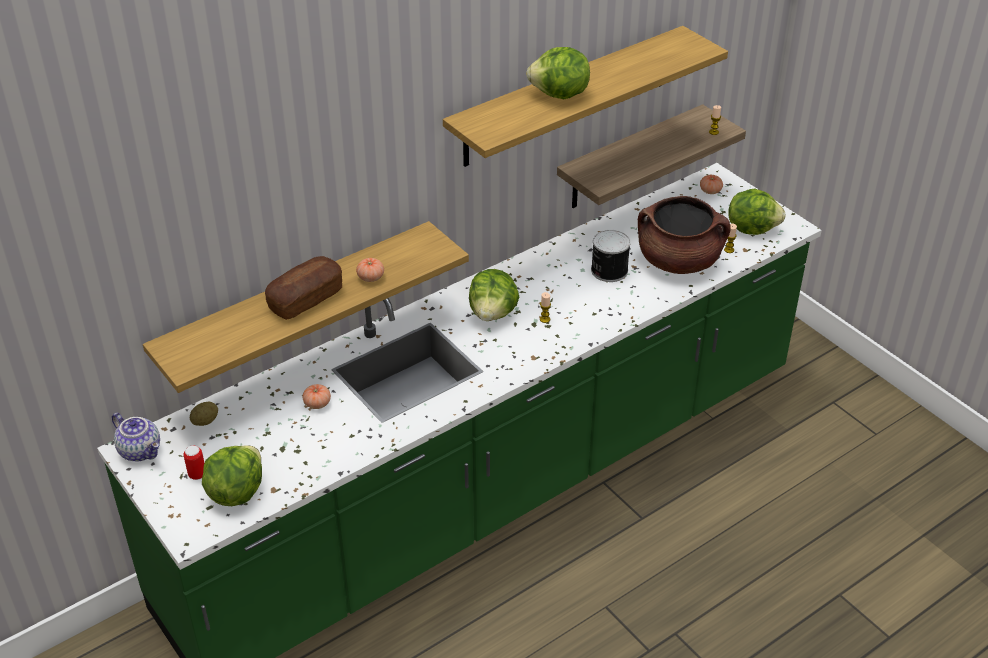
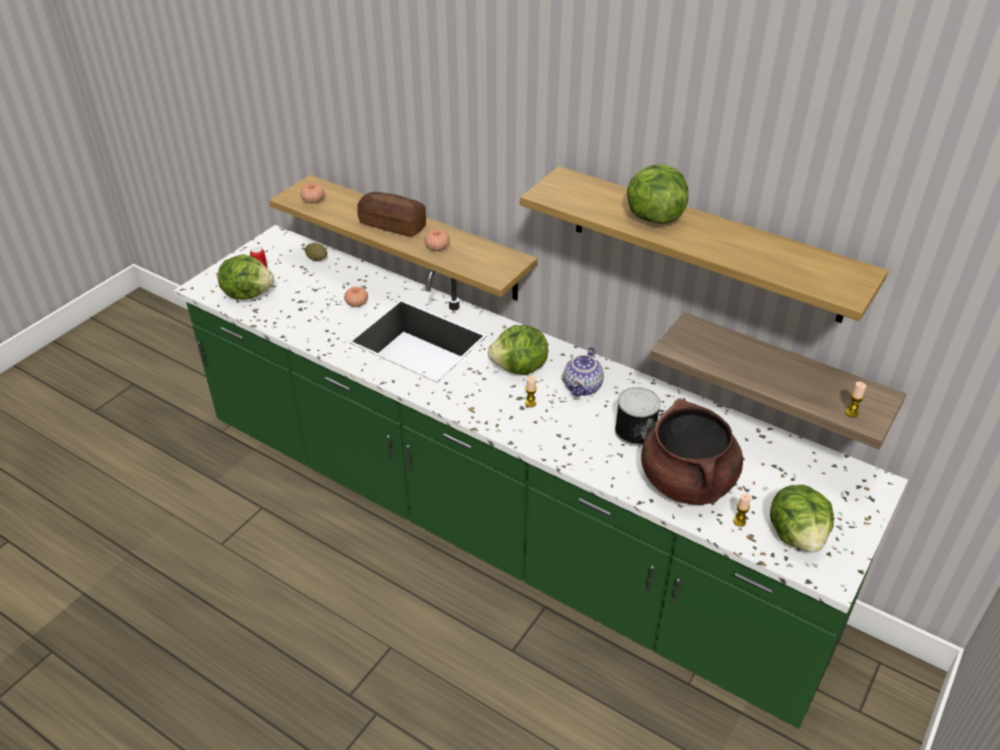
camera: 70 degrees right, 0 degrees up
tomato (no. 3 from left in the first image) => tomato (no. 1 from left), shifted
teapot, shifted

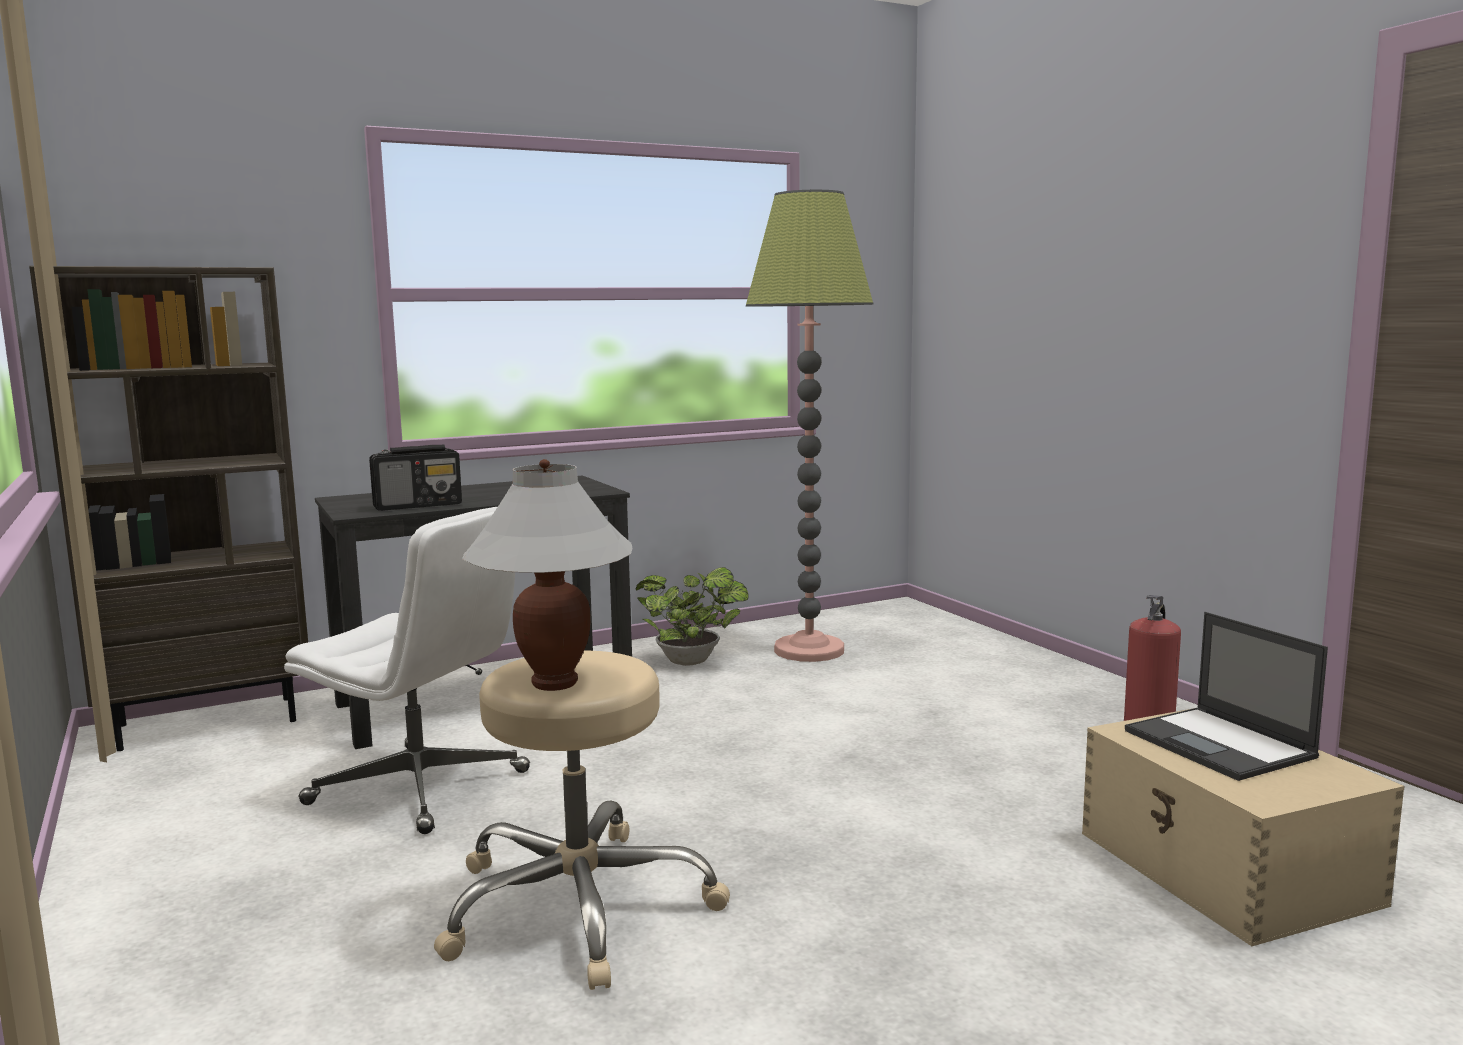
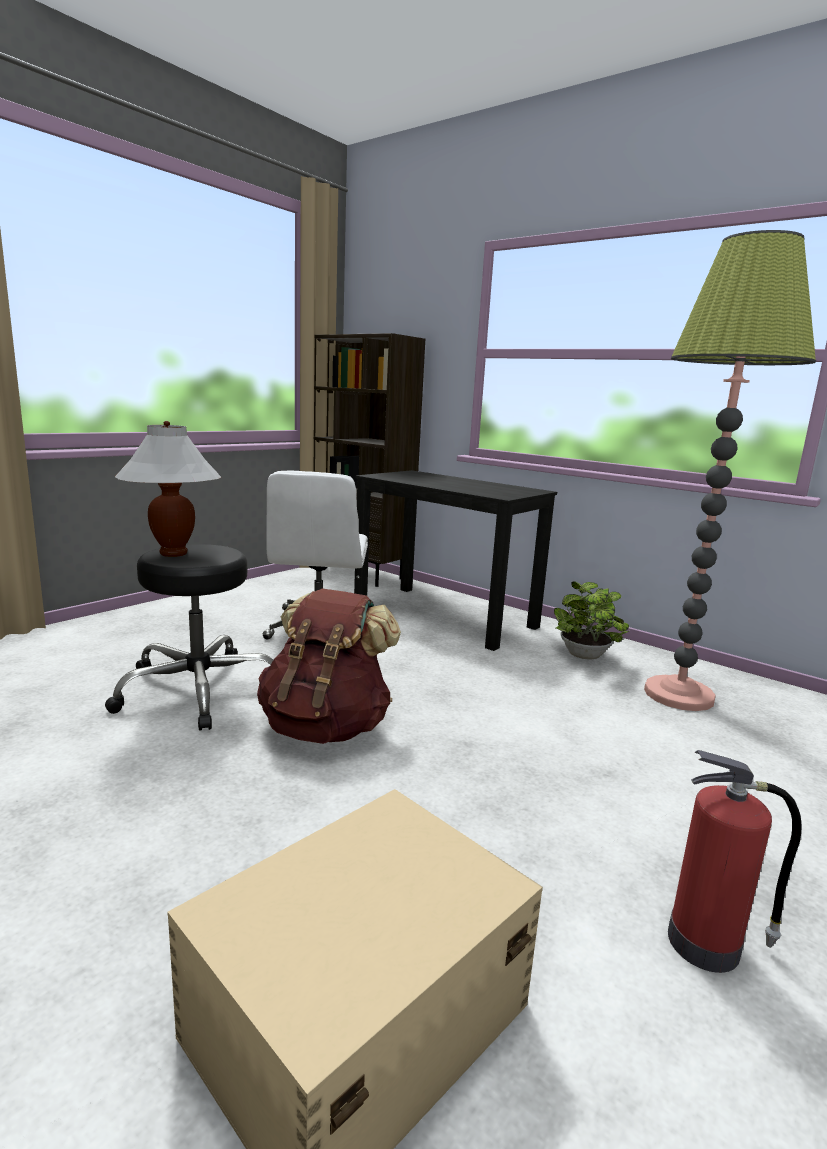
camera: 65 degrees right, 5 degrees up
beige stool => black stool
nothing => brown backpack
radio => nothing
laptop => nothing

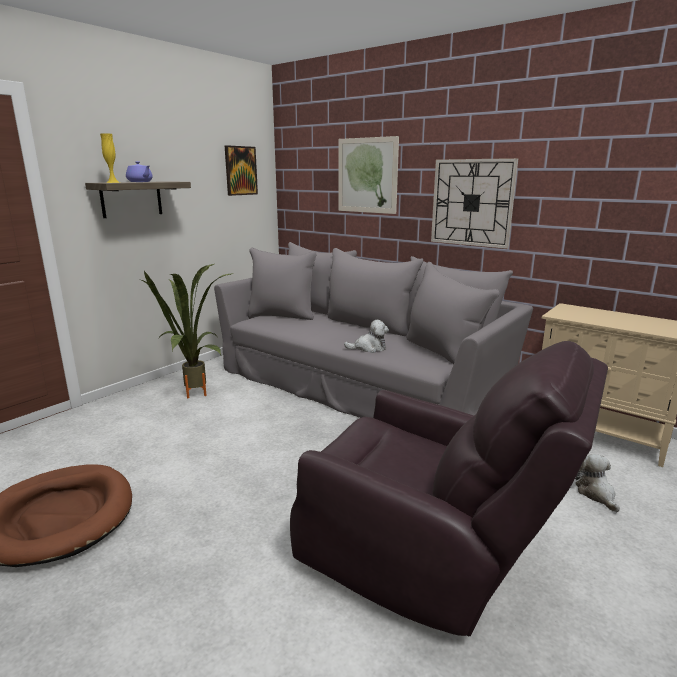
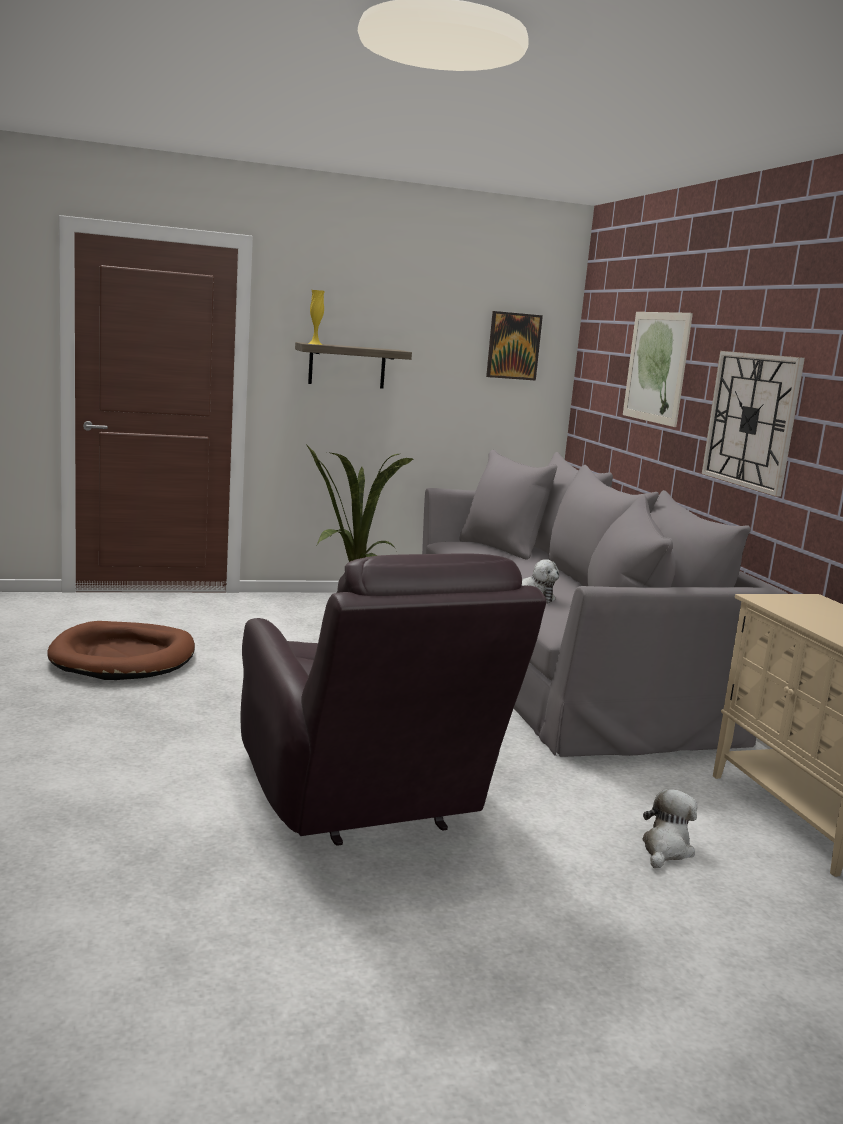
camera: 35 degrees right, 5 degrees down
purple teapot => nothing

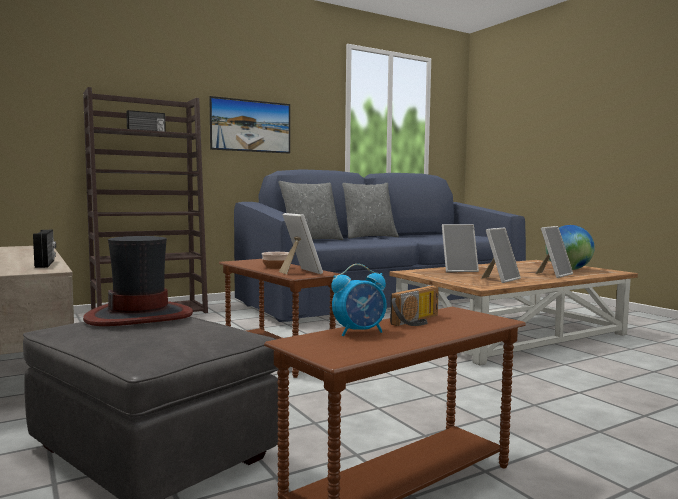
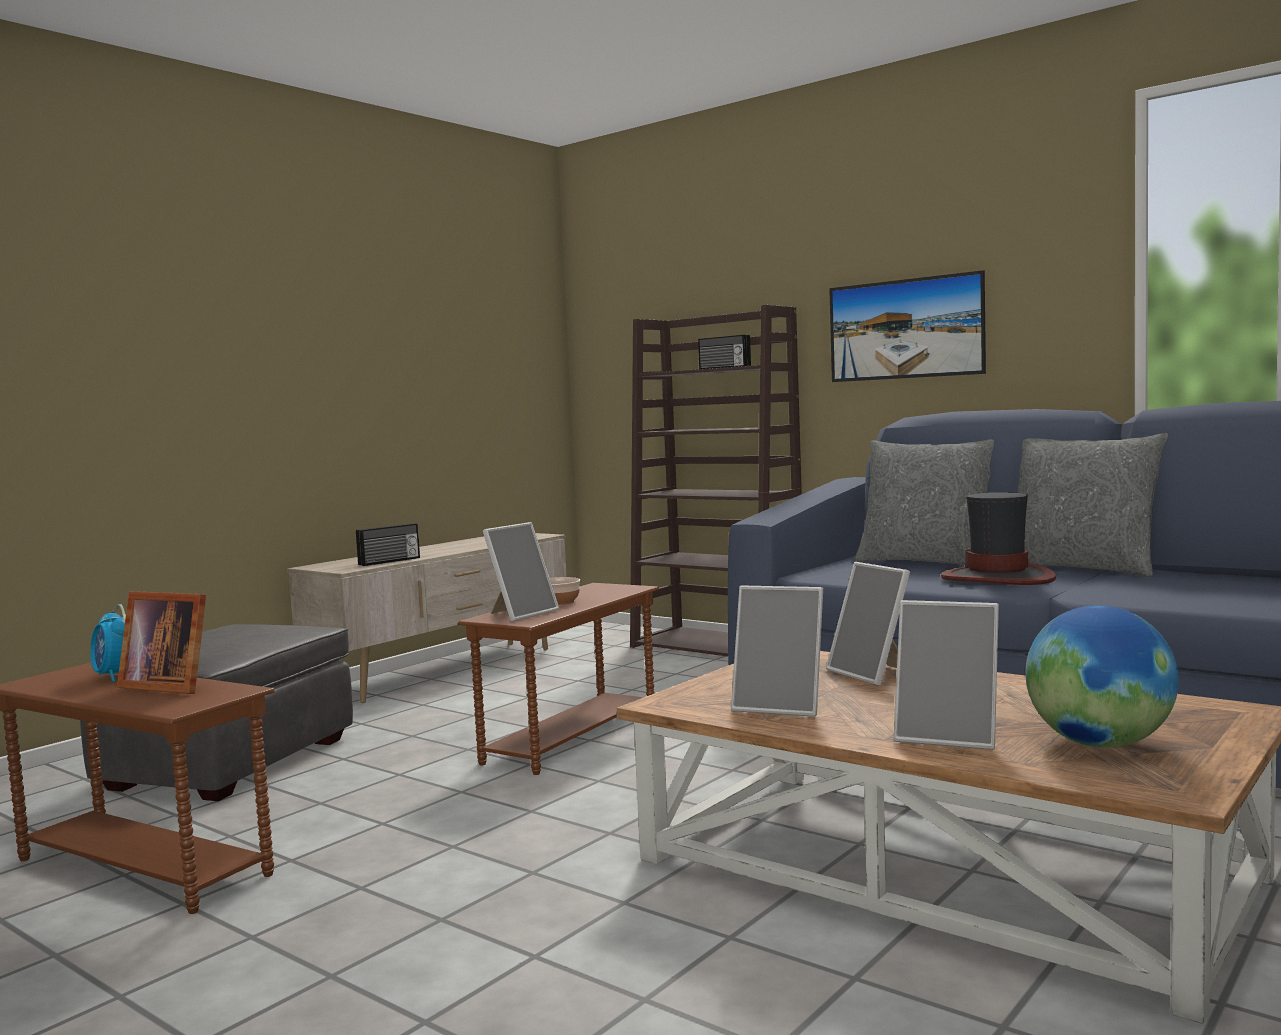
camera: 70 degrees right, 0 degrees up
radio (no. 3 from left) => picture frame (no. 1 from left)
hat, shifted

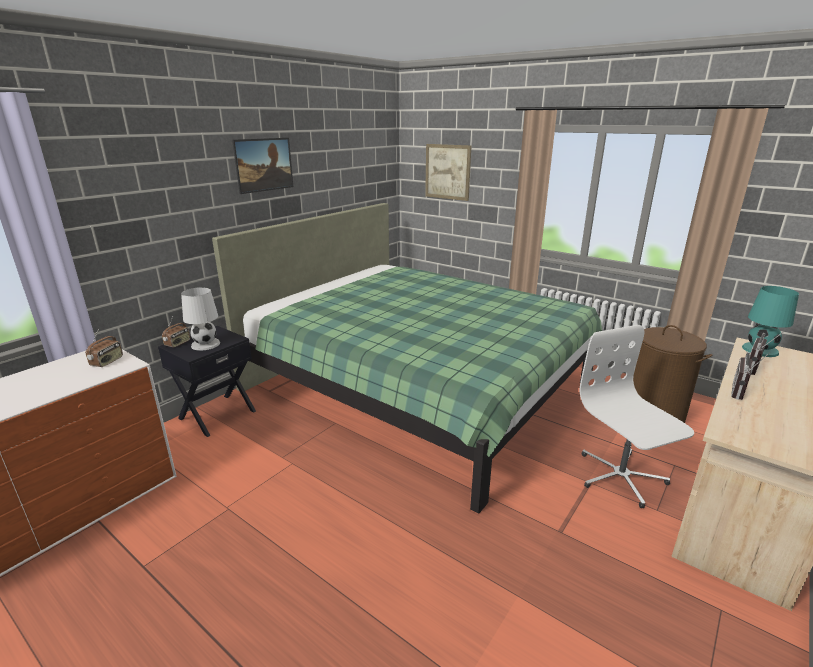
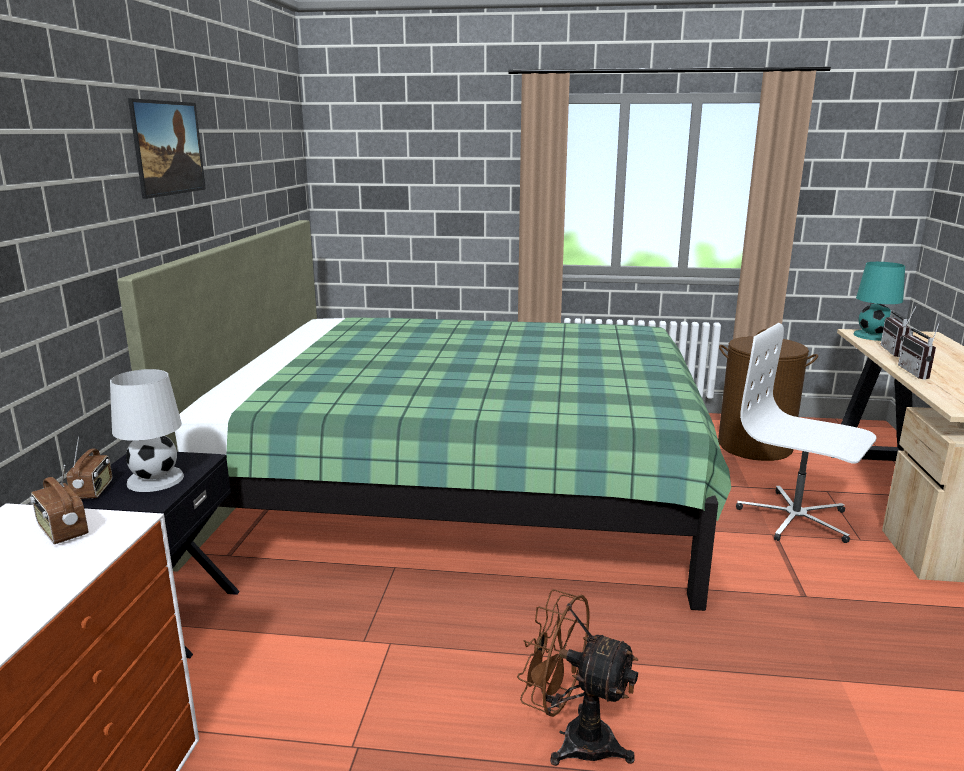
camera: 30 degrees left, 5 degrees down
radio (no. 1 from left), 150 degrees clockwise
nothing => brown fan
picture (no. 2 from left) => nothing

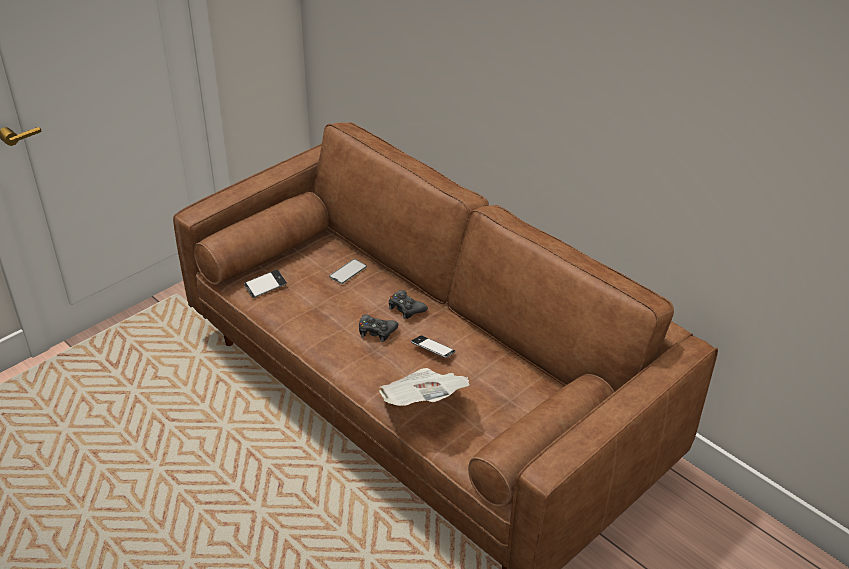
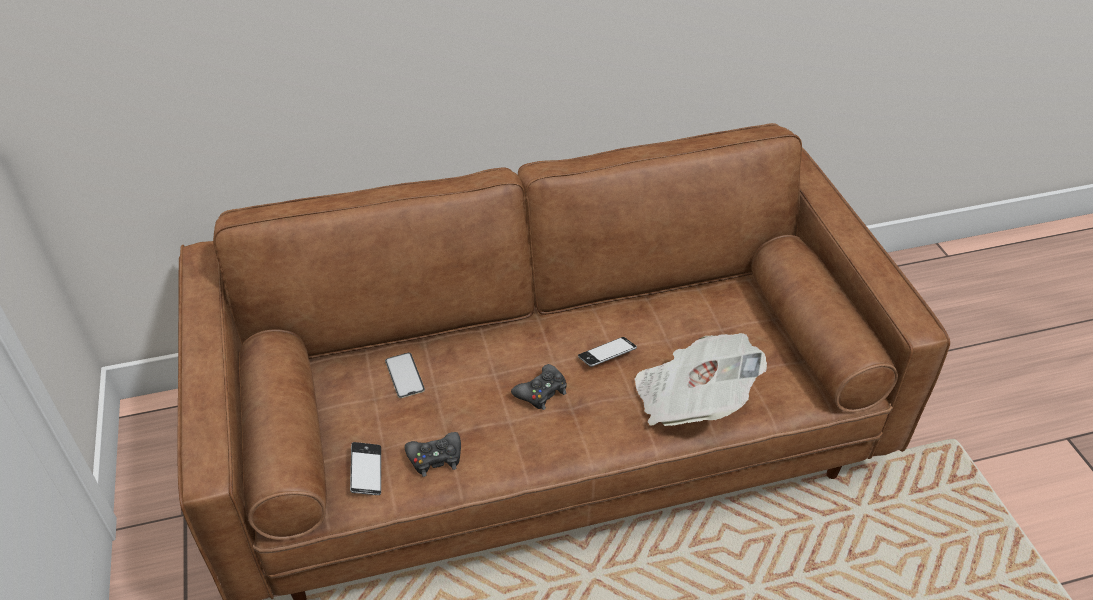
camera: 60 degrees left, 5 degrees up
black game controller (no. 2 from left in the first image) => black game controller (no. 1 from left), shifted

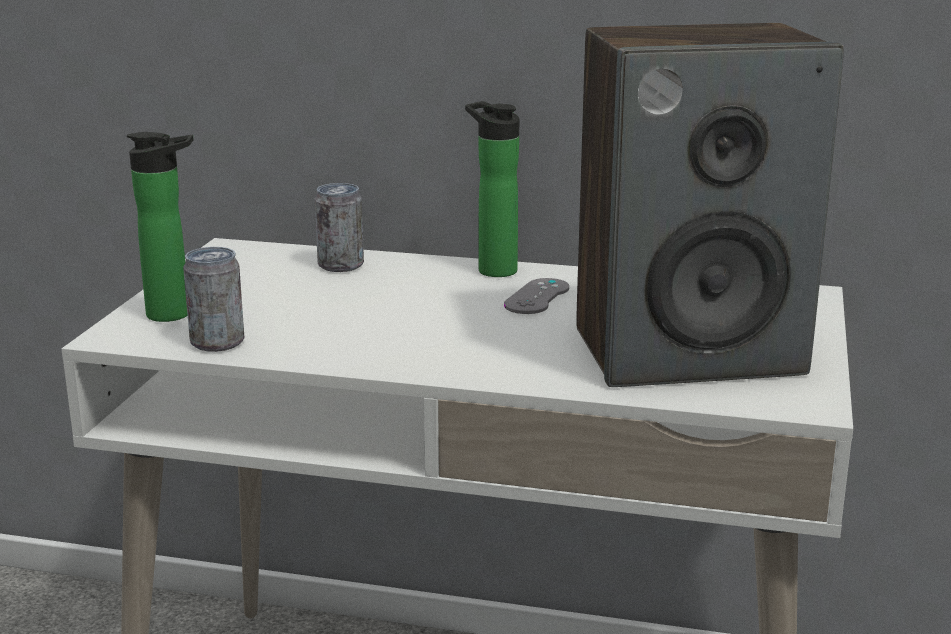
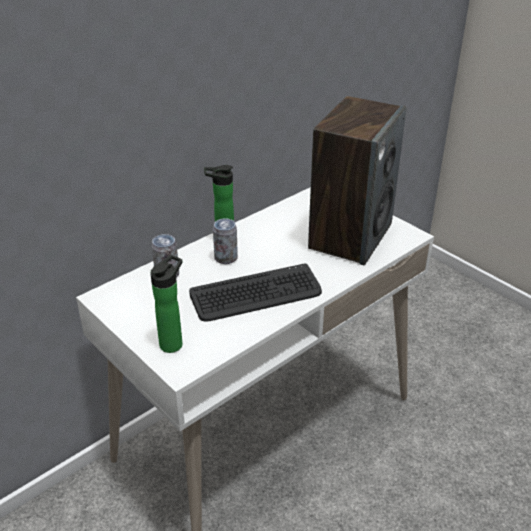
camera: 55 degrees left, 15 degrees up
nothing => keyboard
can (no. 1 from left in the first image) => can (no. 2 from left), shifted
grey game controller => nothing

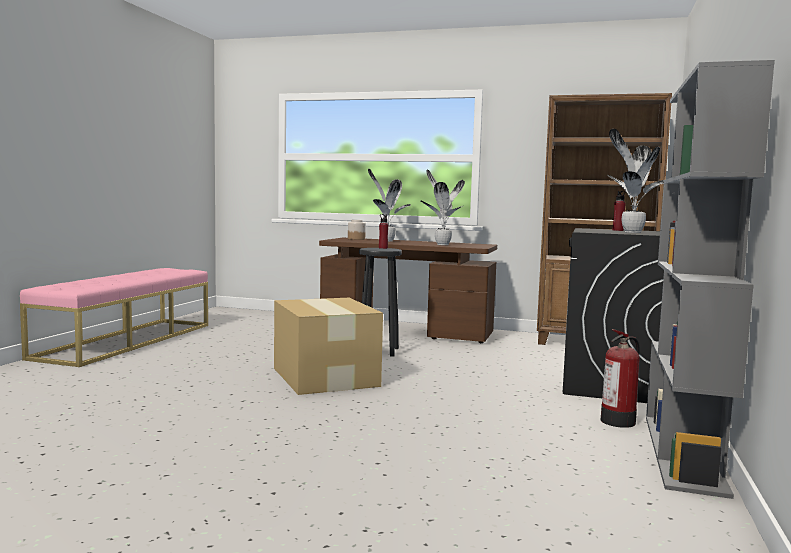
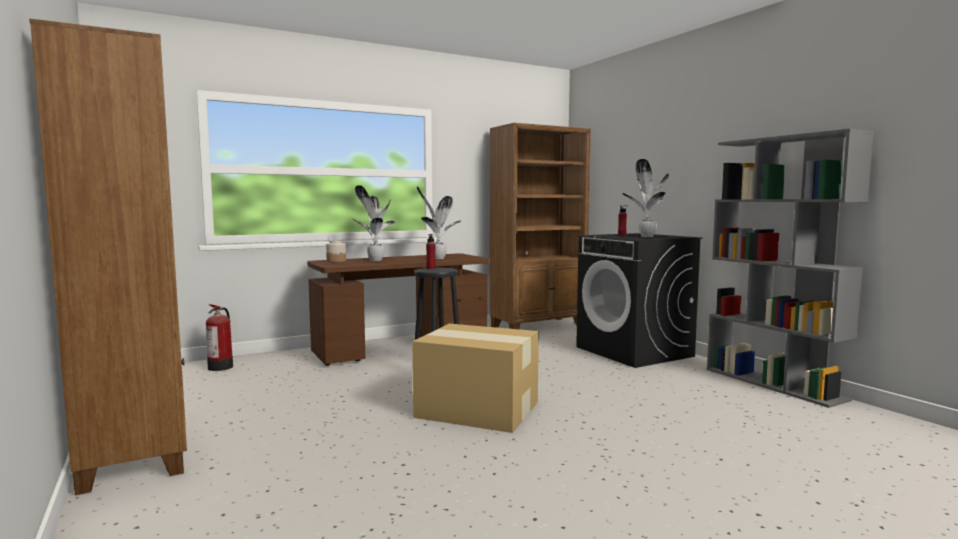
camera: 45 degrees left, 0 degrees up
pink bench => brown bookcase (no. 1 from left)
fire extinguisher, shifted

